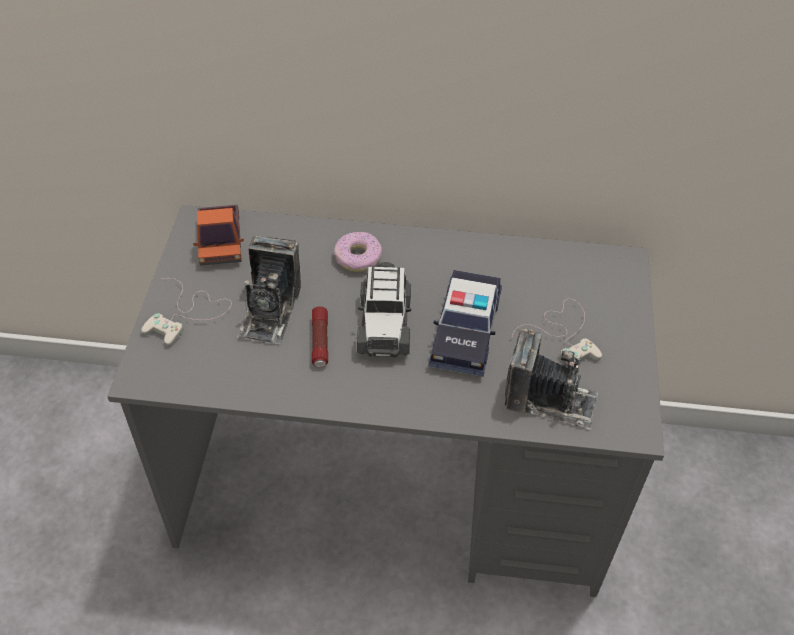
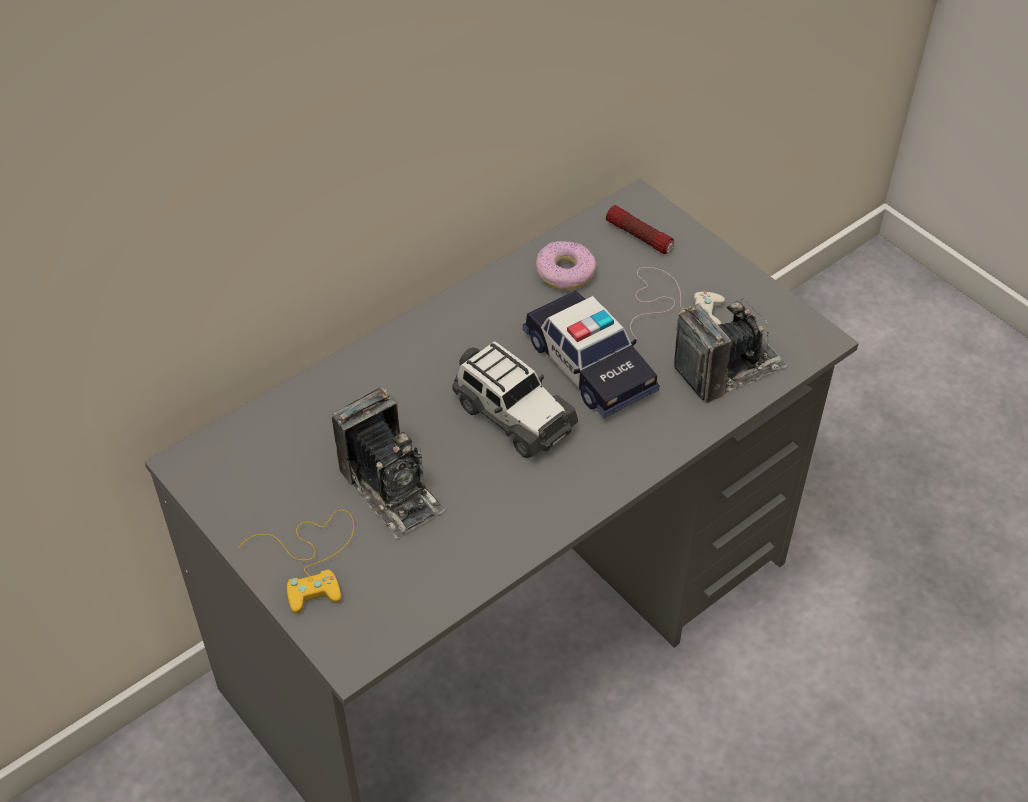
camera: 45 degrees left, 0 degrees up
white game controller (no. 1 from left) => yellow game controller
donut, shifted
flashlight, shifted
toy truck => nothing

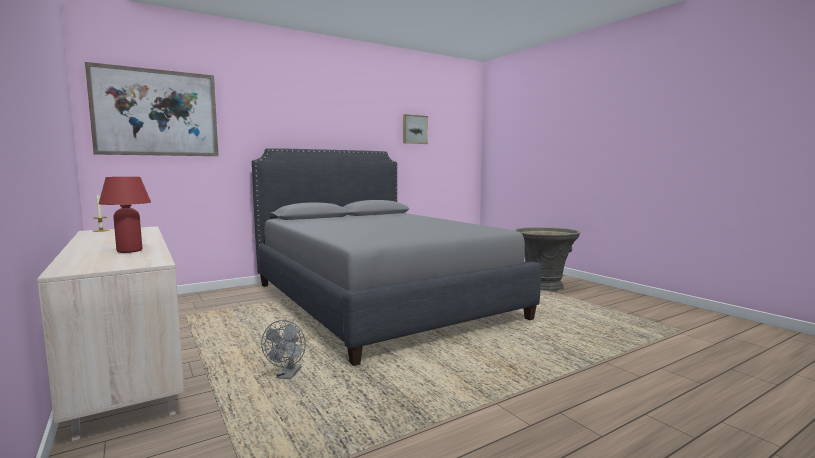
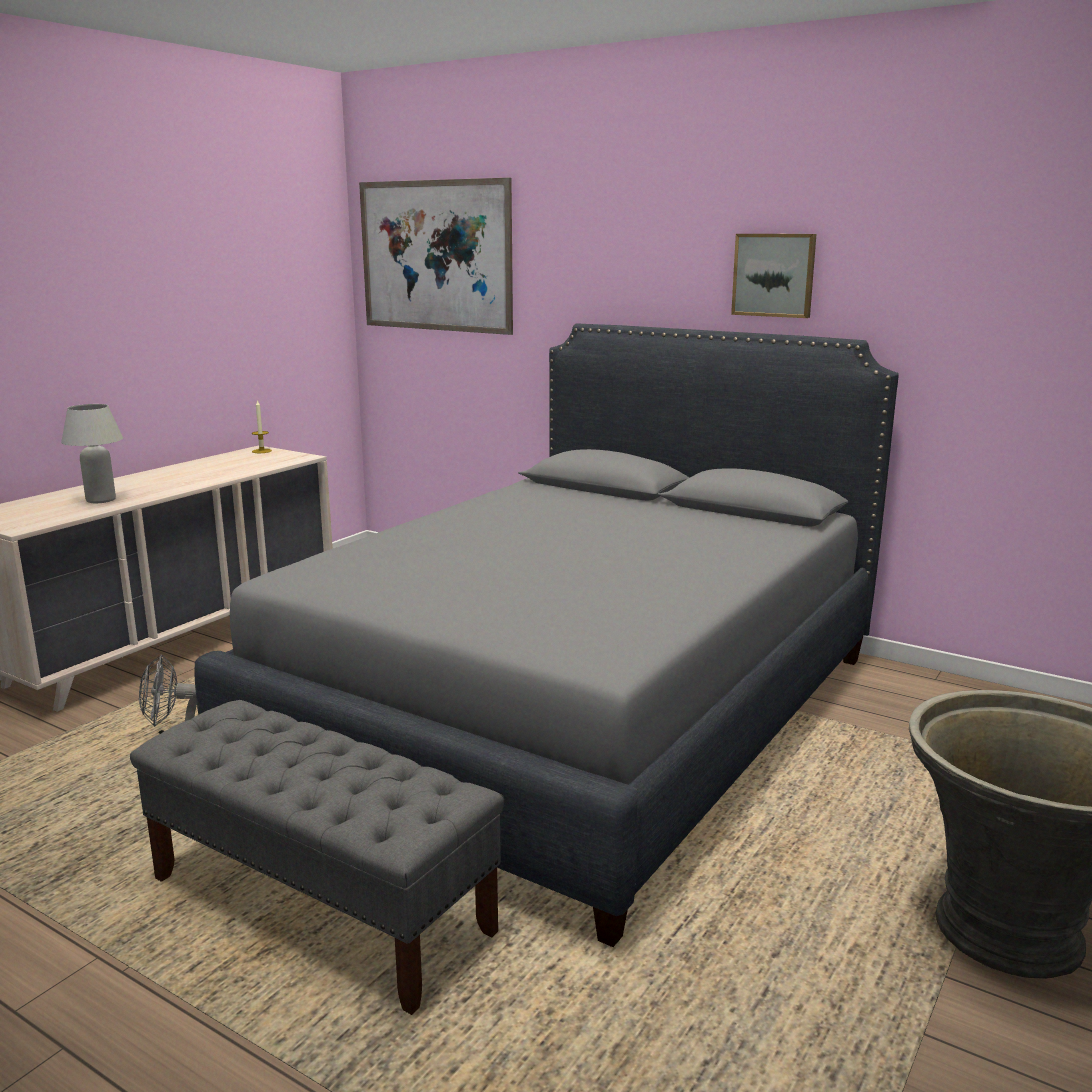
camera: 65 degrees right, 10 degrees up
red table lamp => white table lamp
nothing => grey bench
picture (no. 2 from left), shifted

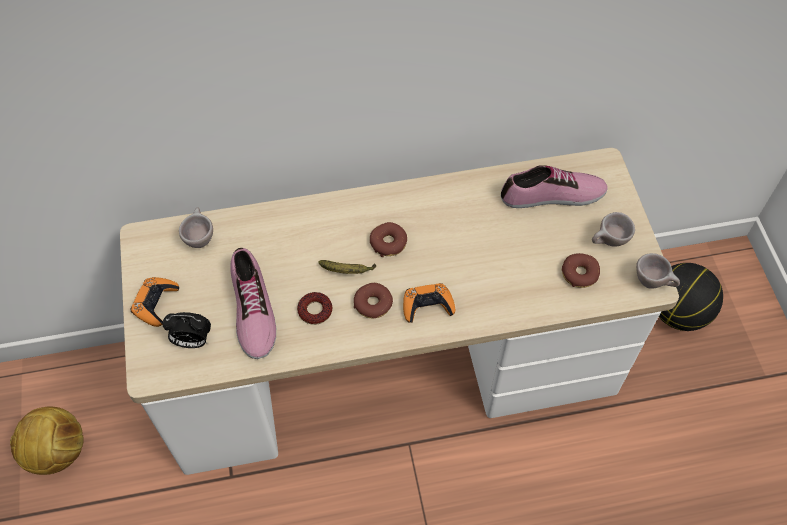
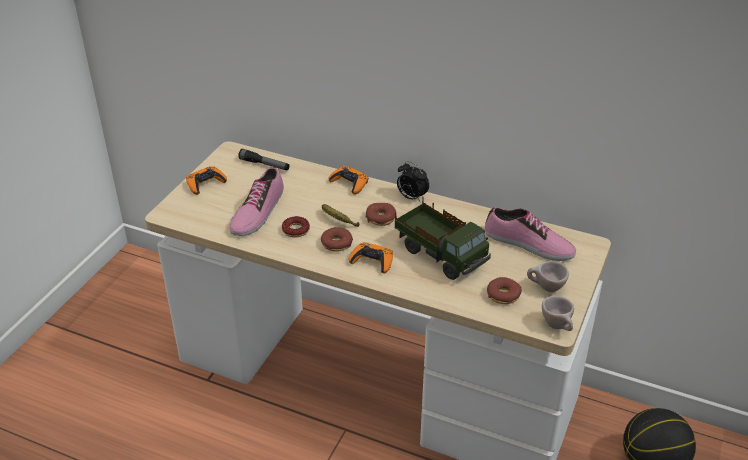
camera: 35 degrees right, 20 degrees down
beige cup (no. 1 from left) => flashlight
nothing => orange game controller (no. 2 from left)
nothing => toy truck
alarm clock, shifted
football => nothing

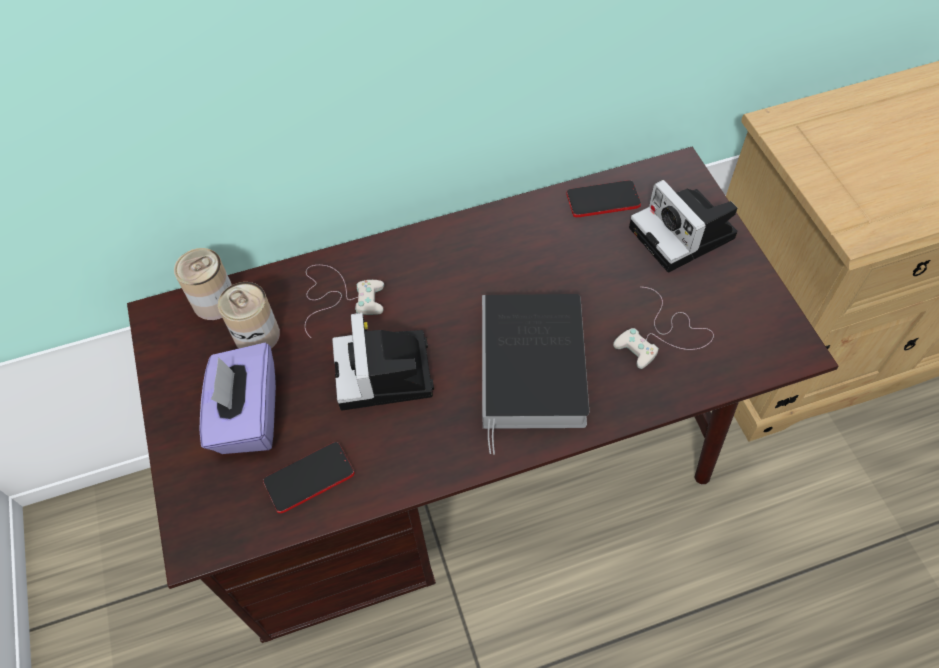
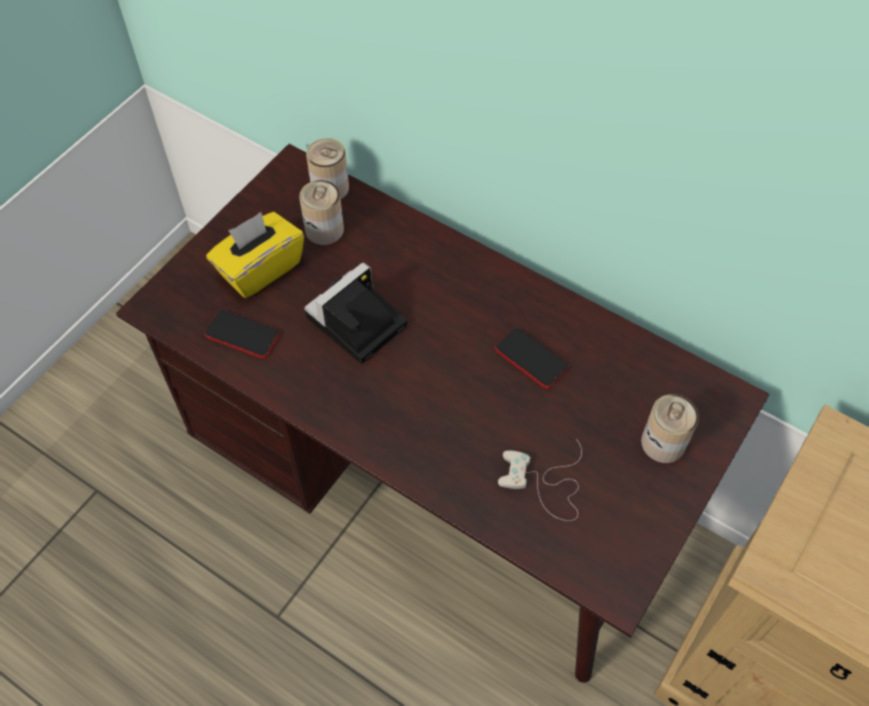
camera: 50 degrees right, 0 degrees up
purple tissue box => yellow tissue box
phone (no. 2 from left), shifted
photo camera (no. 2 from left) => can (no. 3 from left)
white game controller (no. 1 from left) => nothing
book => nothing

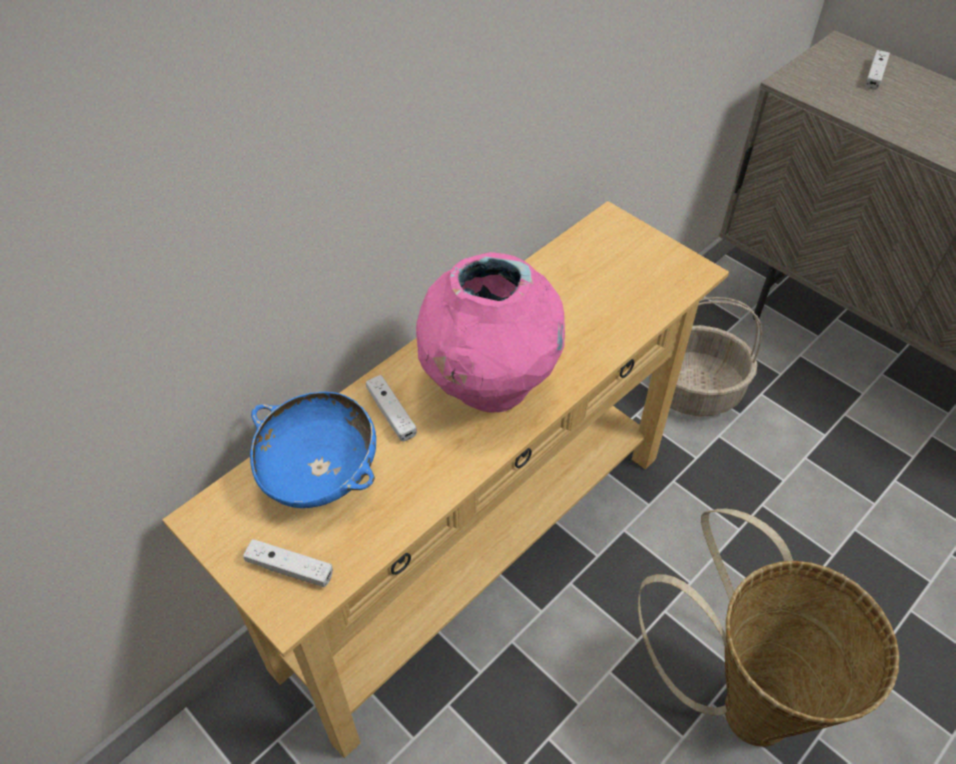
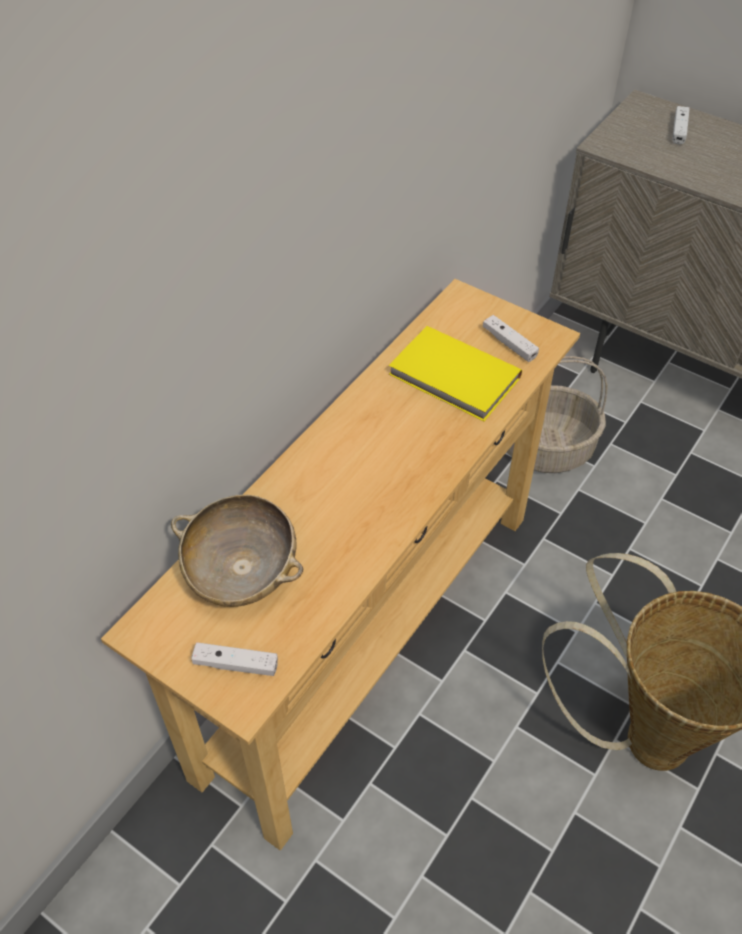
camera: 10 degrees left, 0 degrees up
blue bowl => beige bowl
nothing => yellow book
white game controller (no. 2 from left), shifted
pink vase => nothing

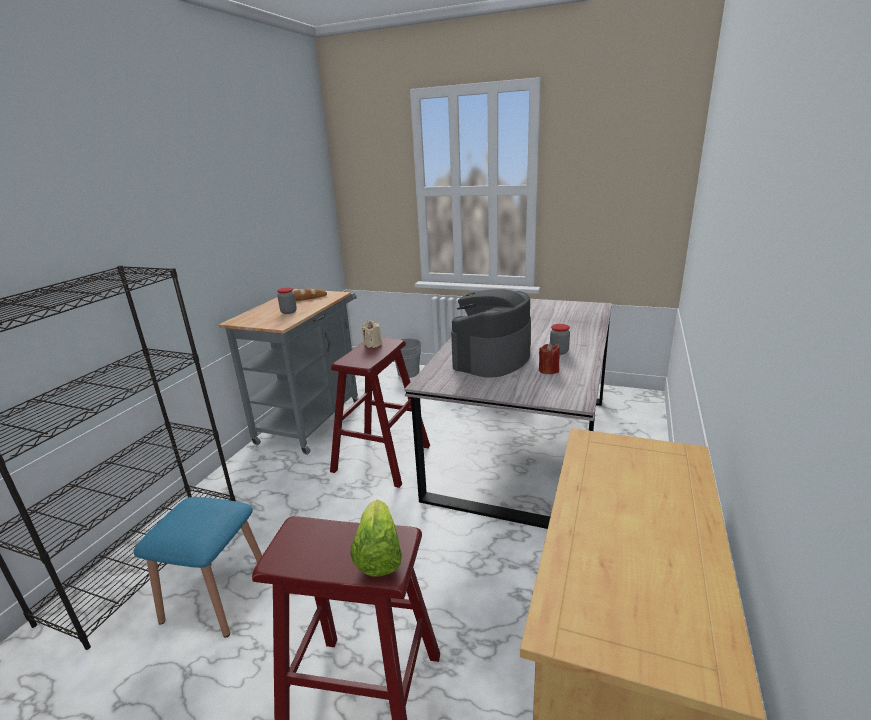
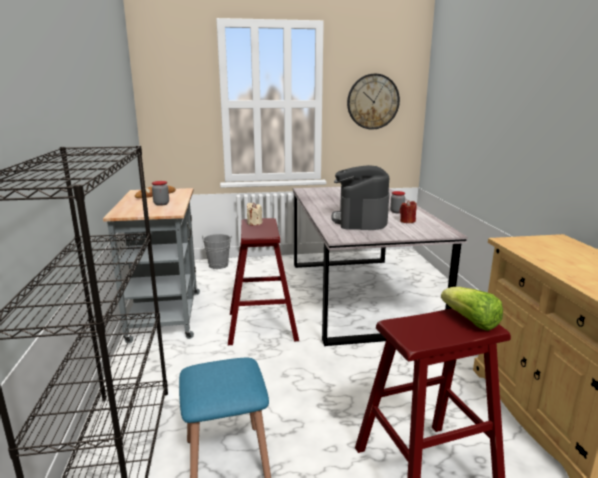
camera: 30 degrees left, 5 degrees down
nothing => wall clock

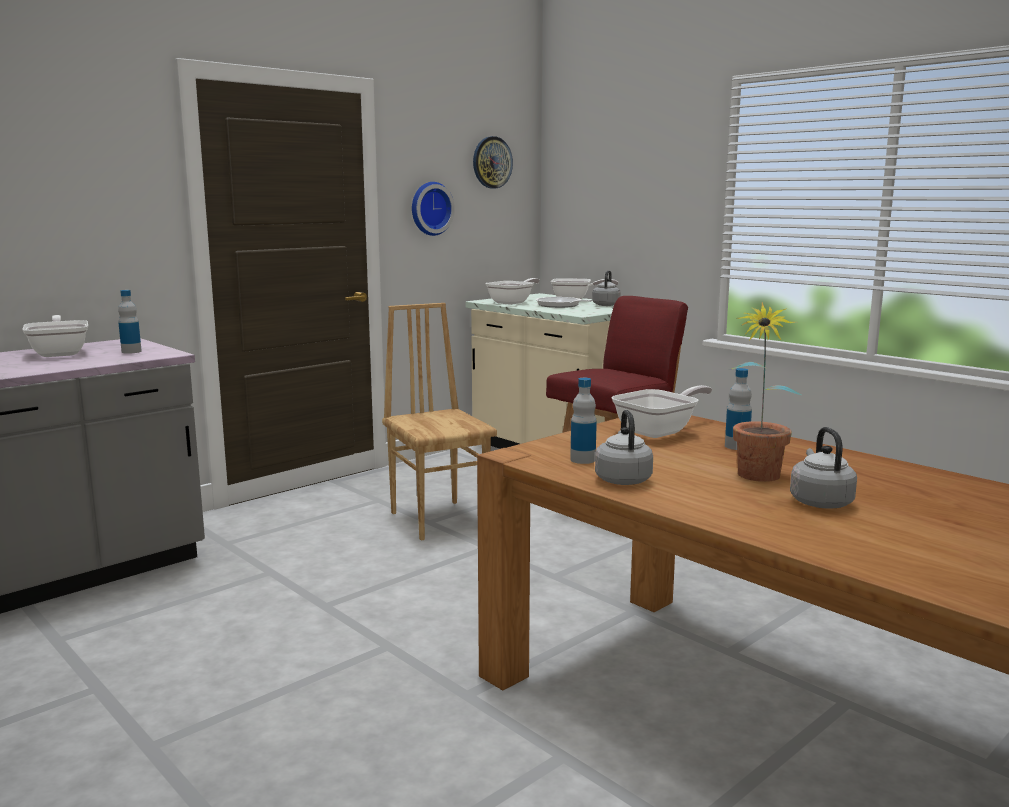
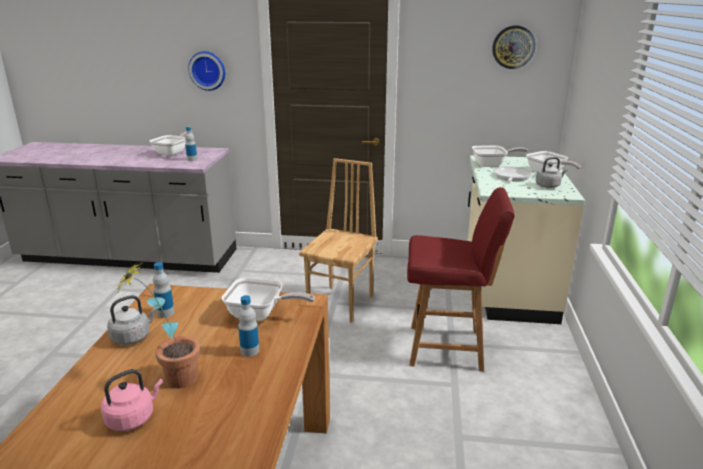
camera: 50 degrees right, 10 degrees up
grey kettle (no. 3 from left) => pink kettle
wall clock (no. 1 from left), shifted

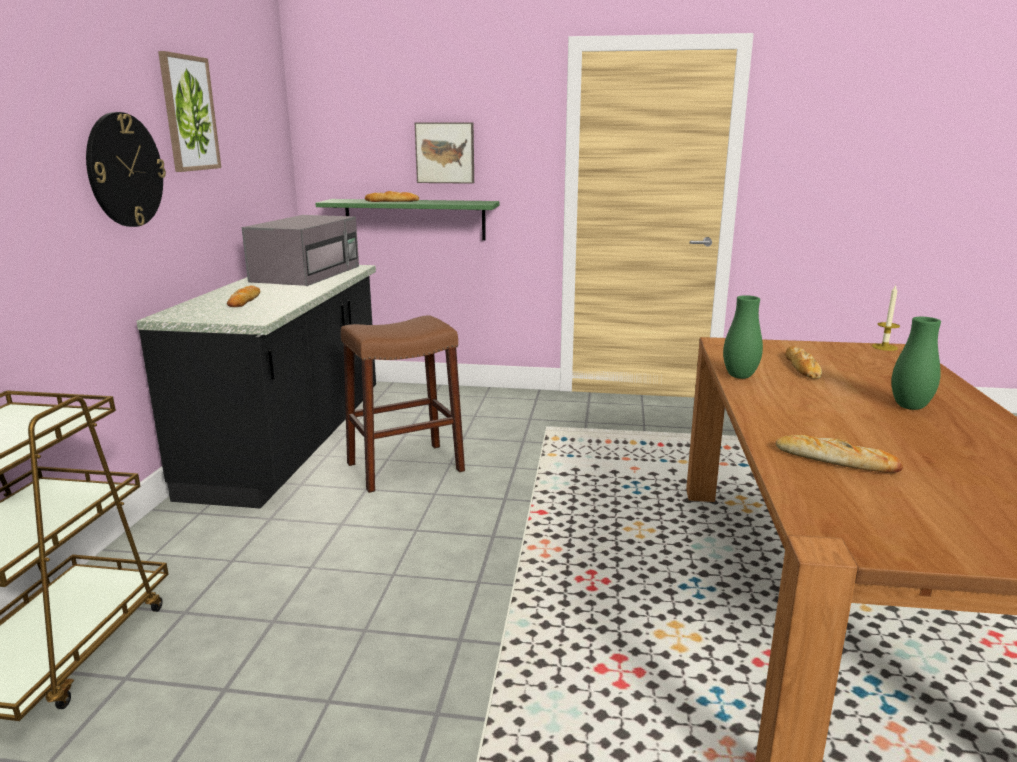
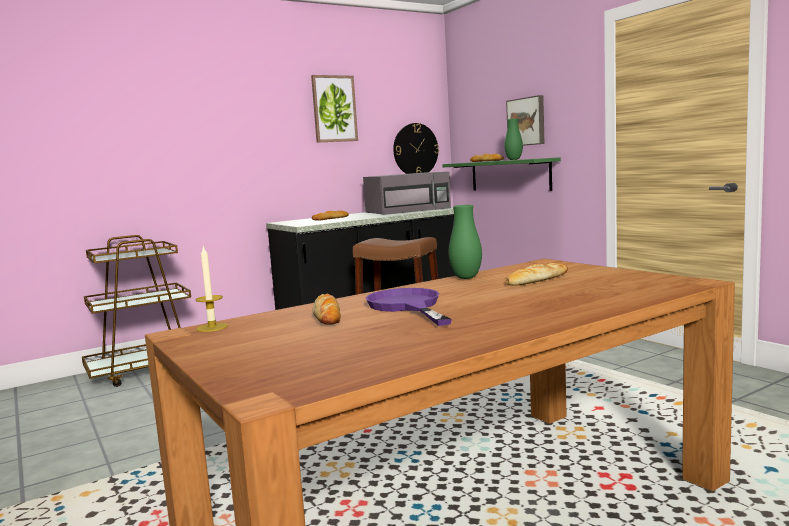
camera: 50 degrees right, 10 degrees down
candle, shifted
nothing => purple frying pan
wall clock, shifted
green vase (no. 2 from left), shifted

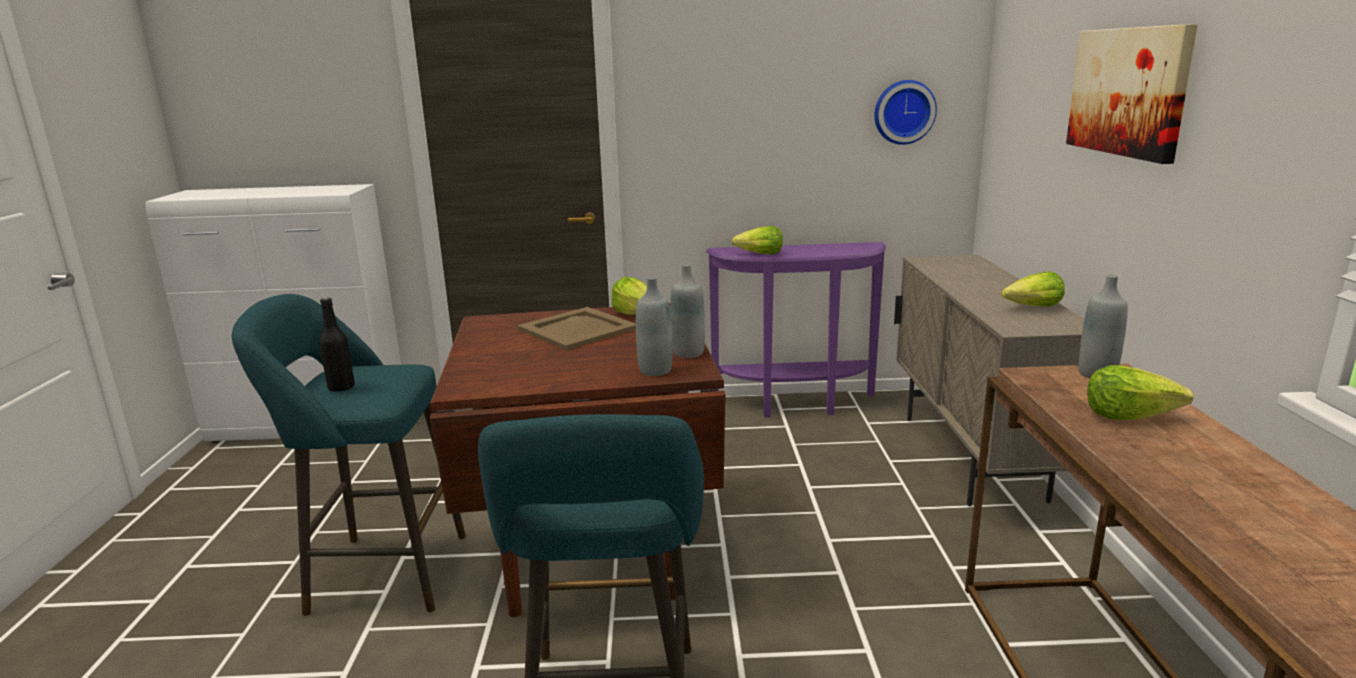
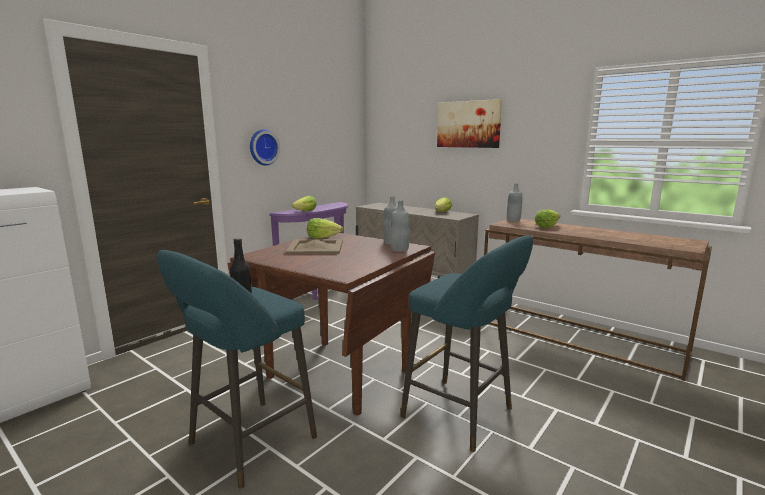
camera: 50 degrees left, 5 degrees down
wall clock, shifted

